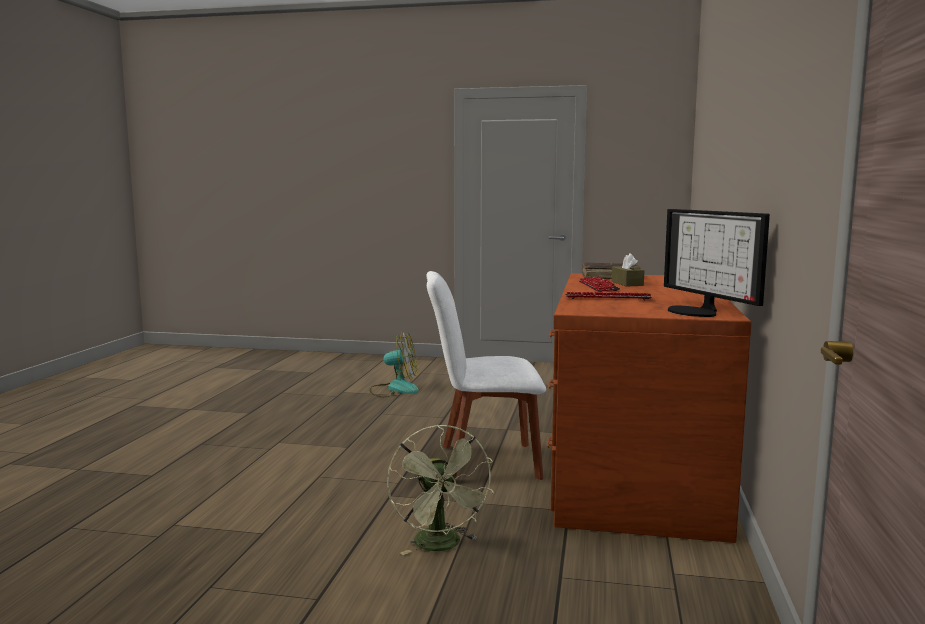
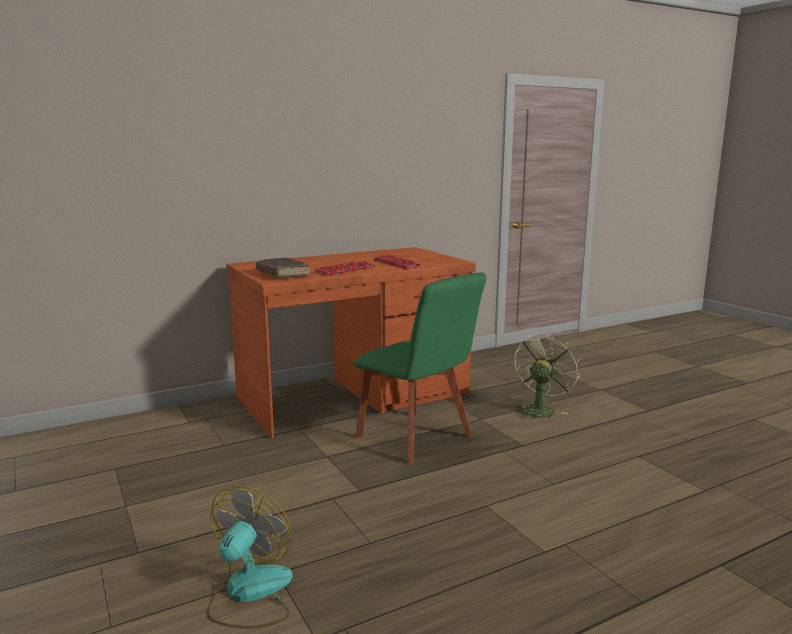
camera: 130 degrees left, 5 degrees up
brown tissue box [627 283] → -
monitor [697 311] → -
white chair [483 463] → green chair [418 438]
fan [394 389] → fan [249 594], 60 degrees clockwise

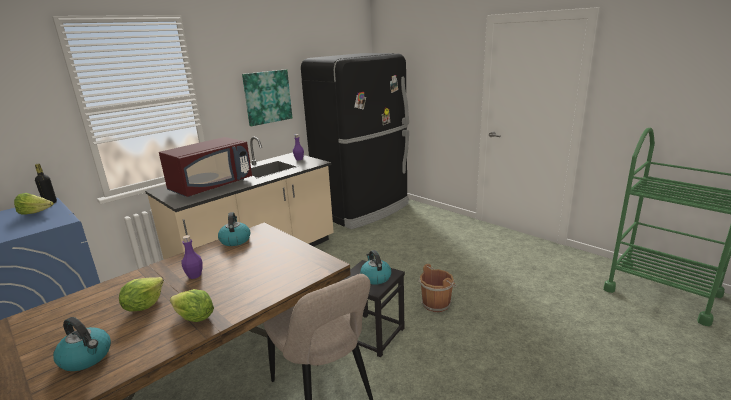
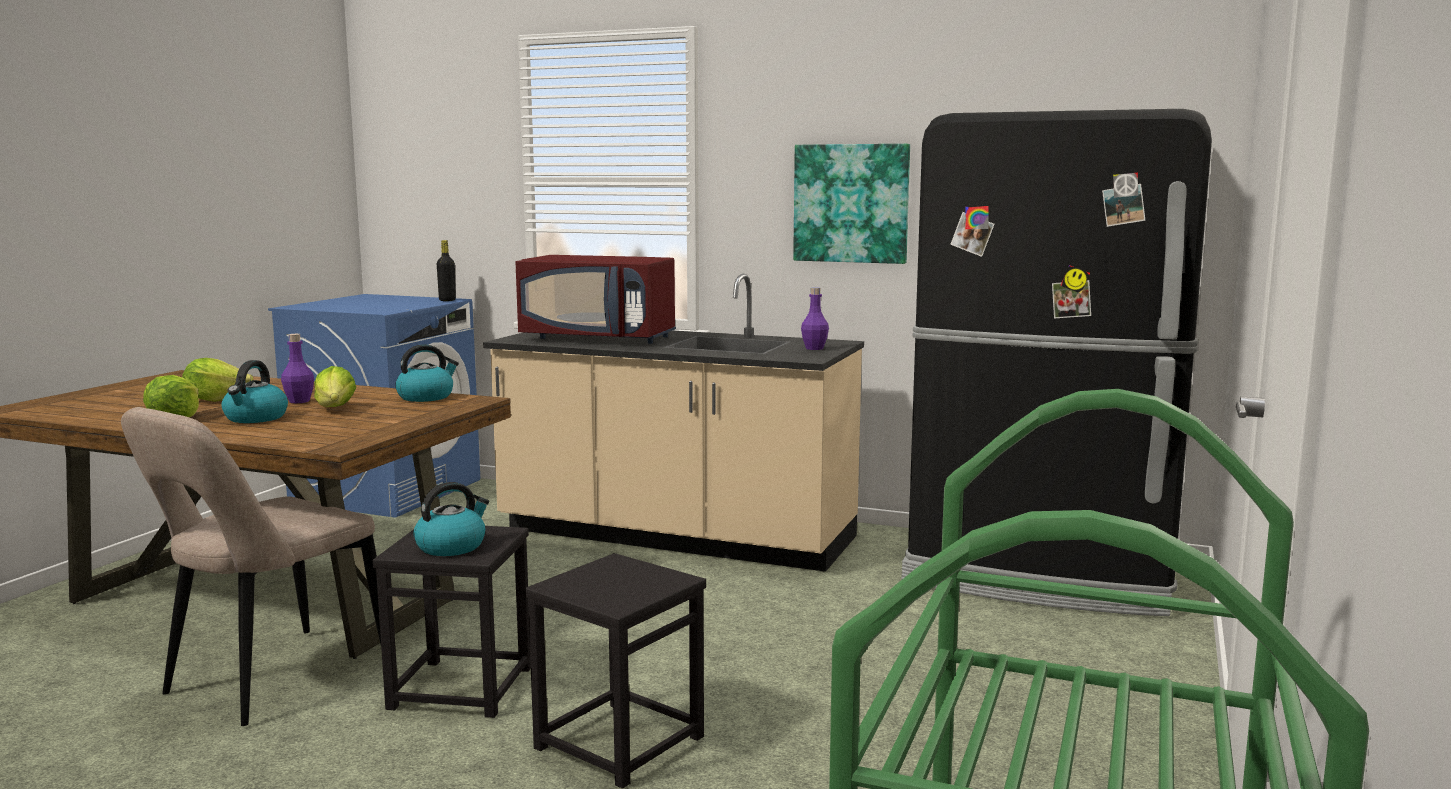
camera: 65 degrees right, 10 degrees down
lettuce [36 213] → lettuce [335 409], shifted
kettle [87 357] → kettle [255 418], shifted
brown bucket [437 303] → black stool [619 742]

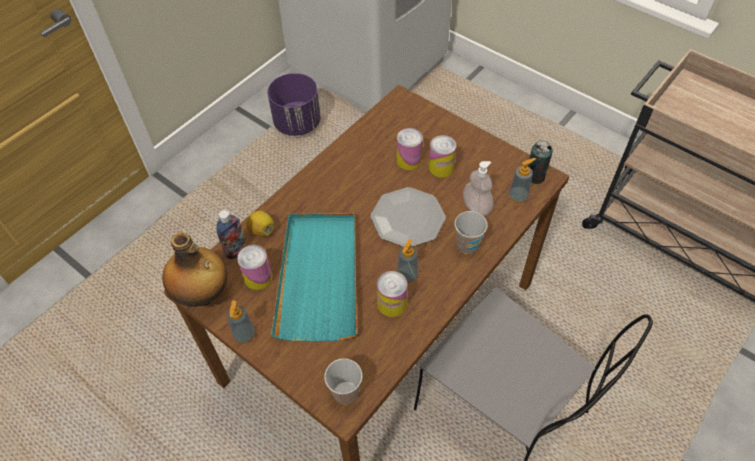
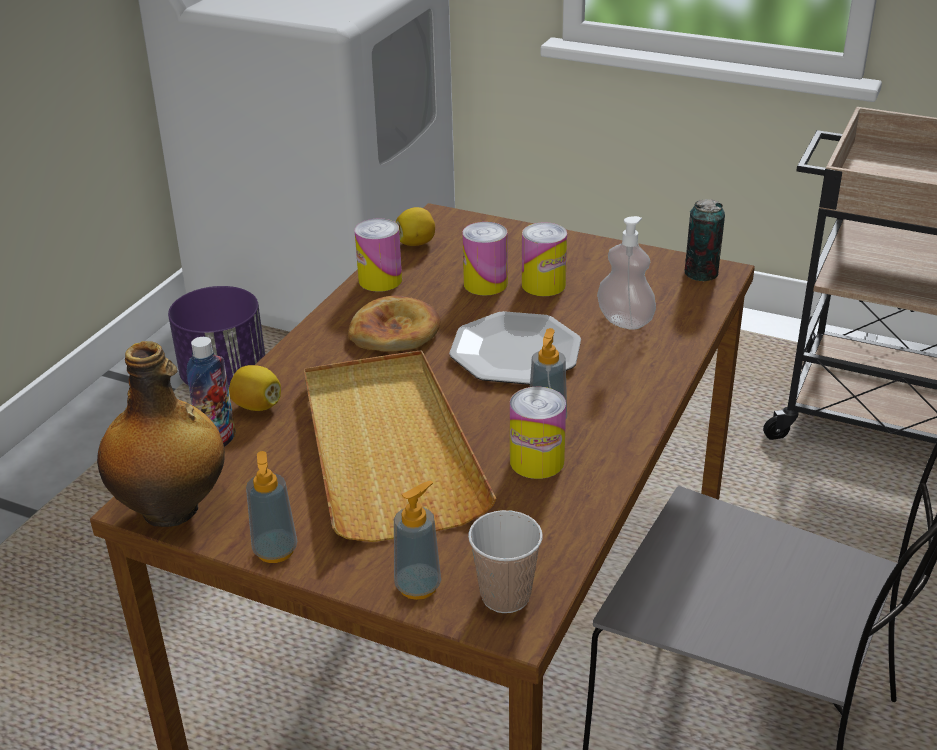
camera: 15 degrees left, 20 degrees down
cup [467 245] → -
- → bread [395 331]
- → lemon [416 243]
can [258 277] → can [380 280], shifted
soap dispenser [518 196] → soap dispenser [418 586], shifted
turquoise tray [319 276] → beige tray [388 448]

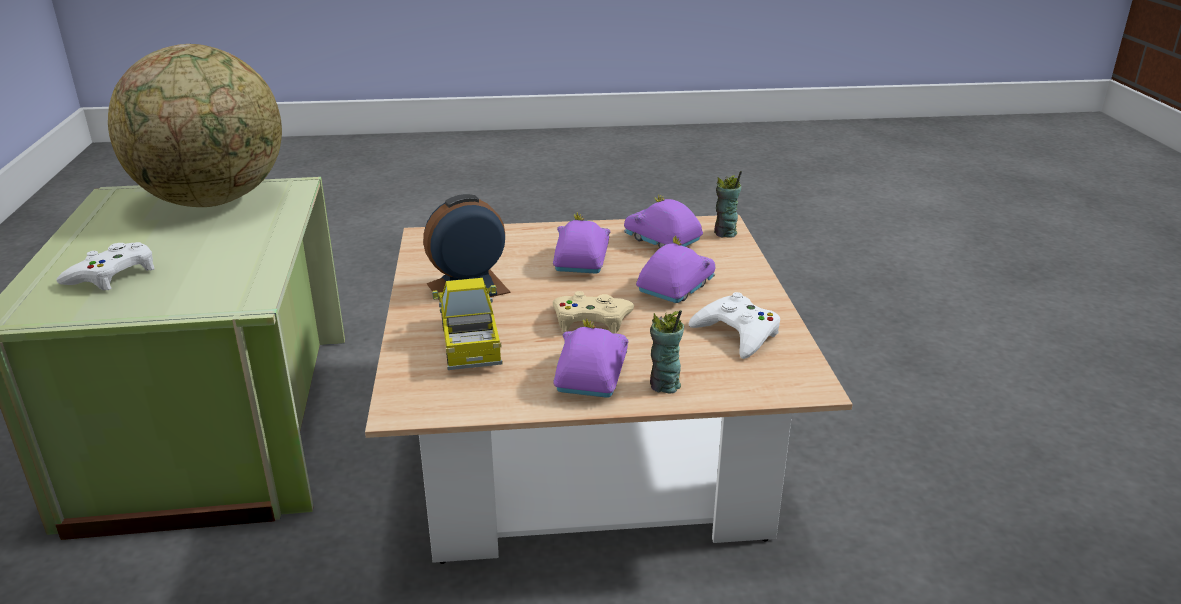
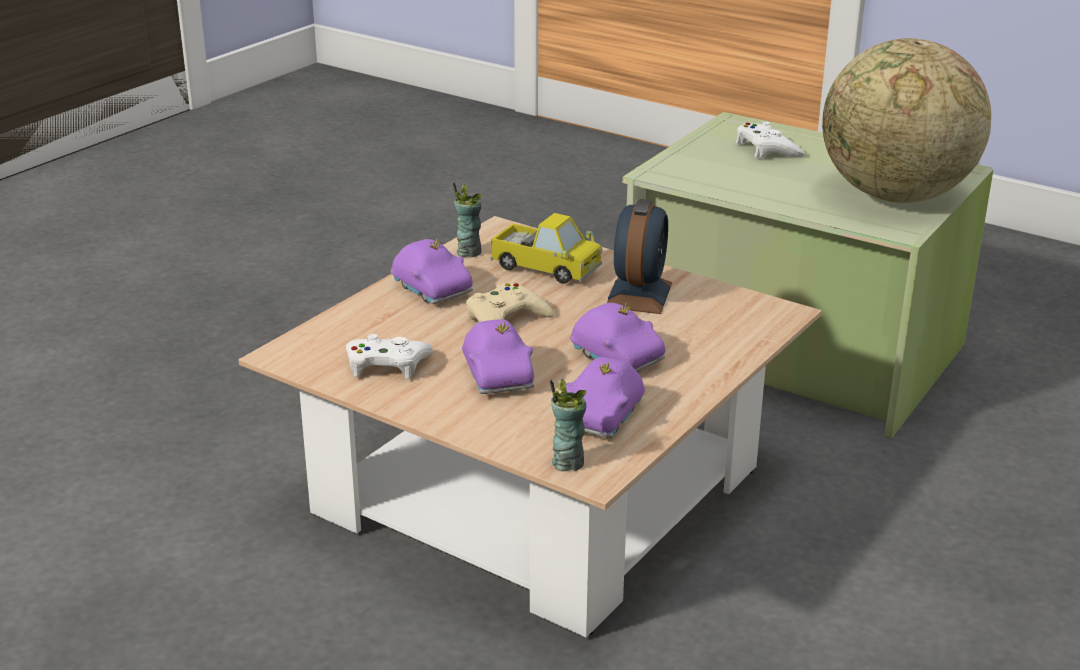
camera: 130 degrees right, 0 degrees up
cup [664 385] → cup [468 252], shifted
purple toy car [661 241] → purple toy car [603 417], 120 degrees clockwise

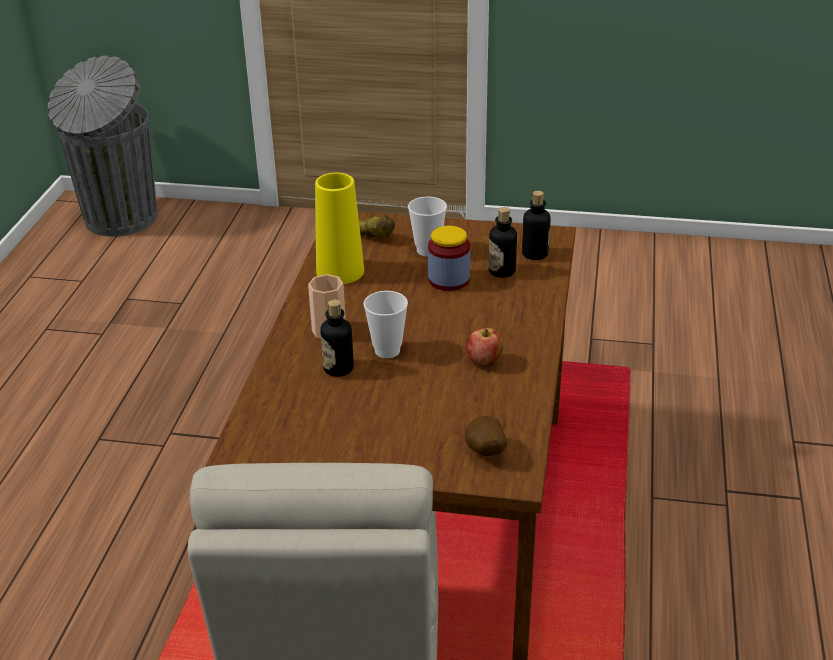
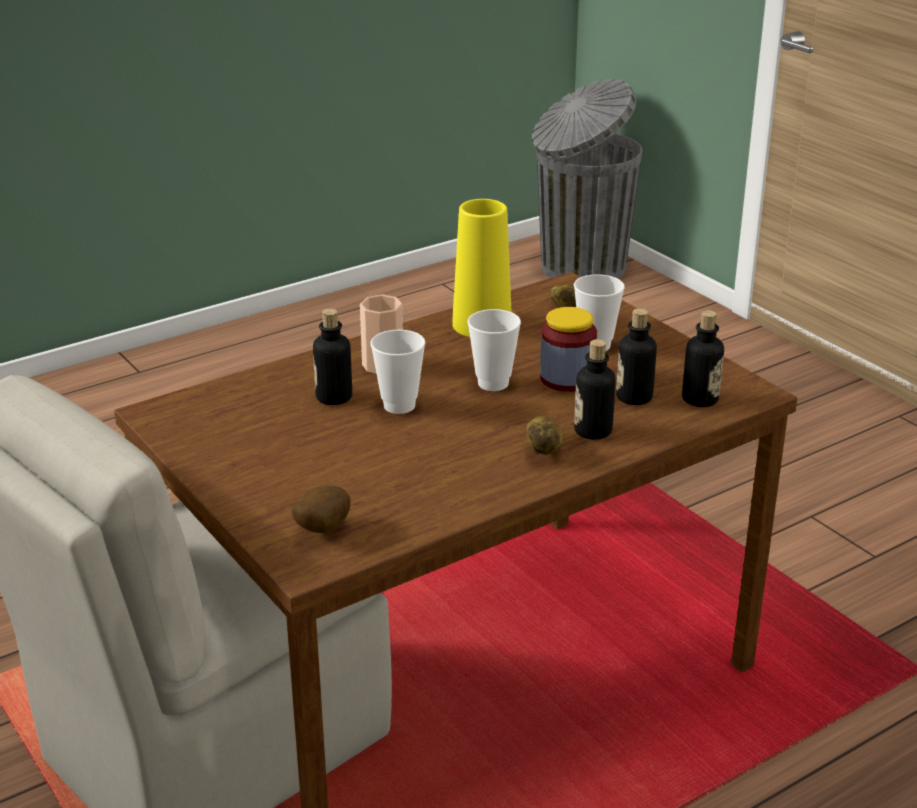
camera: 45 degrees right, 5 degrees down
apple [484 362] → -
- → cup [493 383]
- → potato [544 450]
- → bottle [593 431]

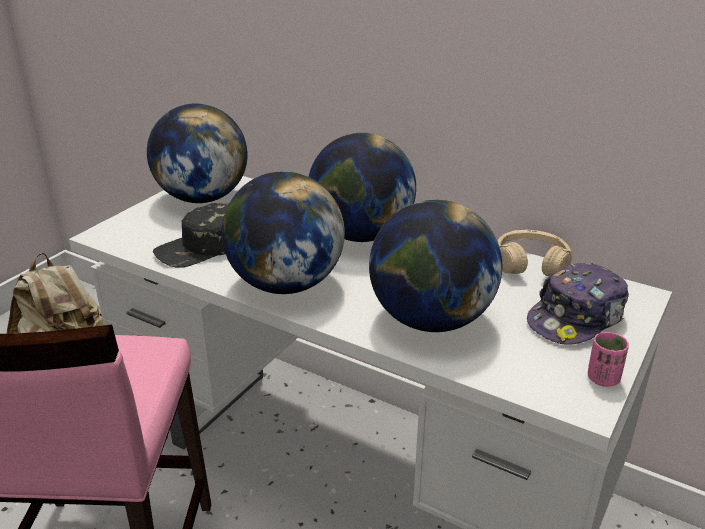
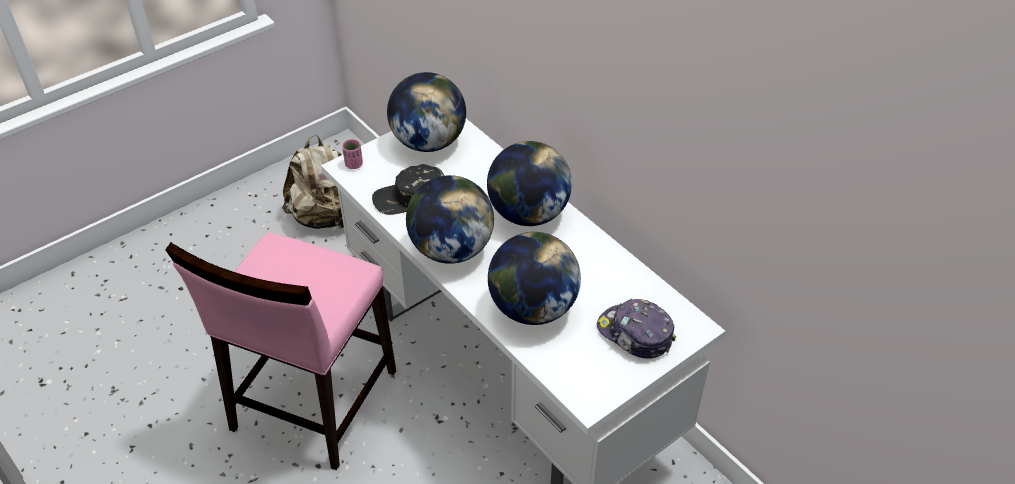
camera: 20 degrees right, 15 degrees up
beige headphones [530 264] → -
pink cup [603 378] → pink cup [354 164], shifted
cap [576 318] → cap [635 334], 60 degrees clockwise

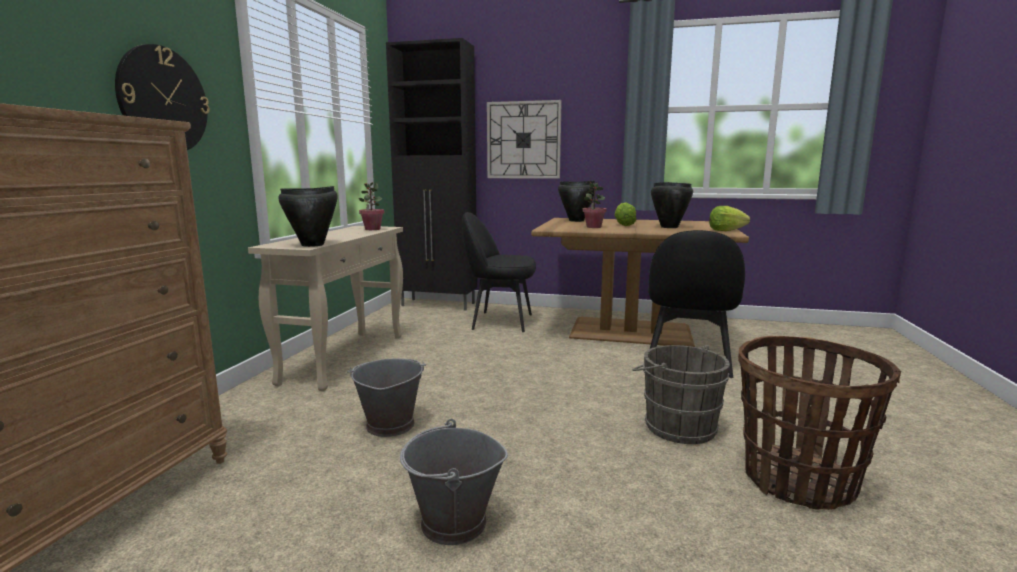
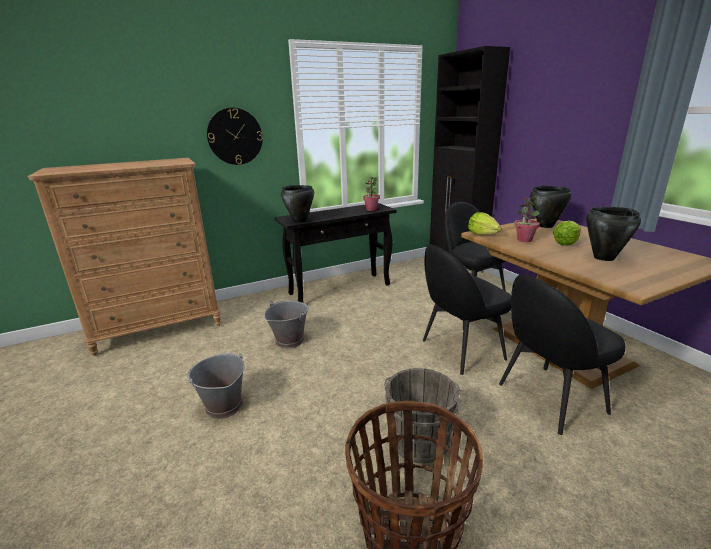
camera: 50 degrees right, 10 degrees up
wall clock [523 140] → -
- → black chair [460 350]
lettuce [726 230] → lettuce [482 234], shifted
beige console table [345 358] → black console table [340 289]

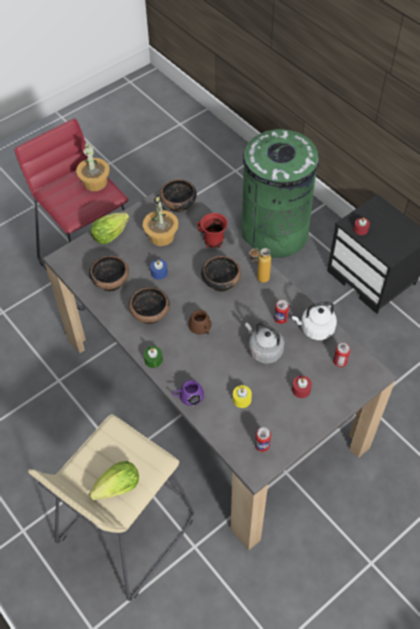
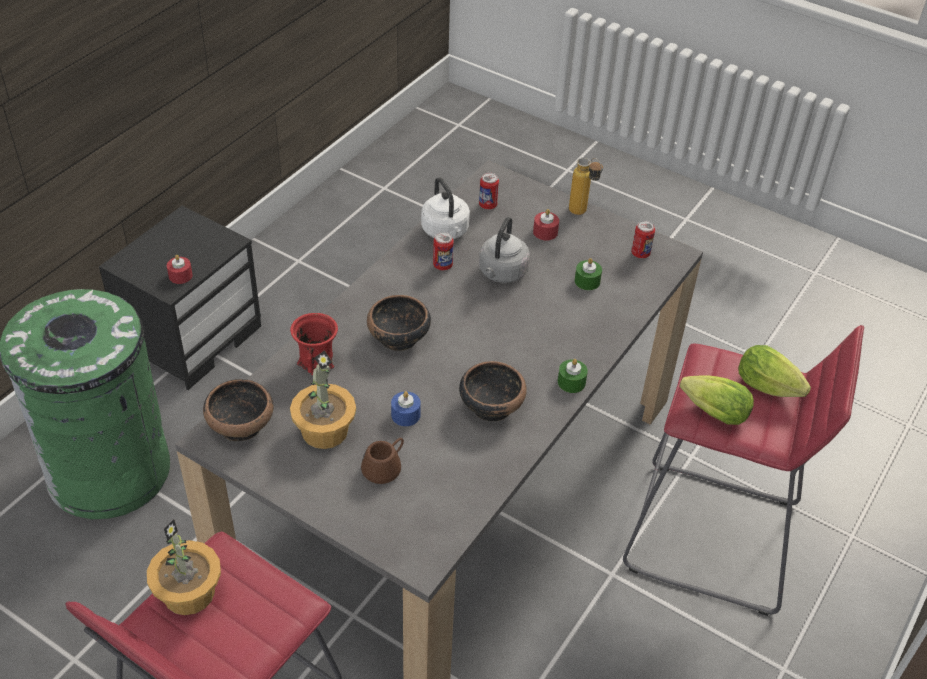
camera: 110 degrees left, 10 degrees down
bowl [111 281] → -
purple mug [188 396] → -
lettuce [112 234] → lettuce [710 411], shifted
brown mug [201 328] → brown mug [385 466], shifted
bottle [258 279] → bottle [582 214], shifted
beige stool [125 530] → red stool [713 538]
yellow candle [242 399] → green candle [587 281]

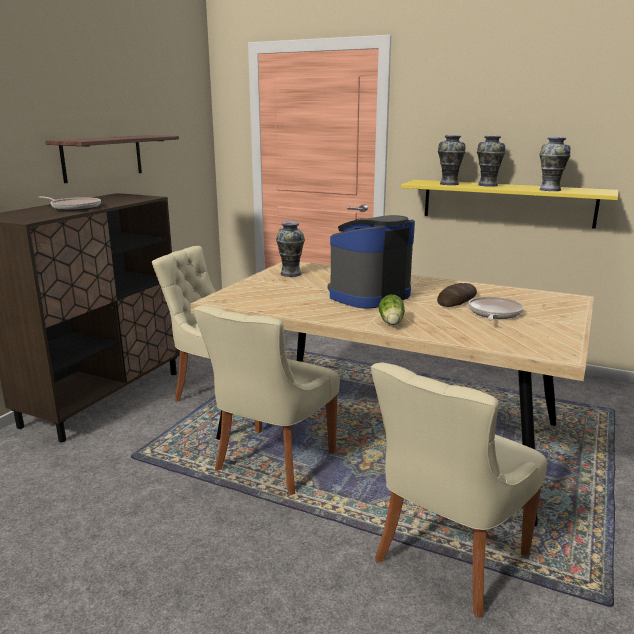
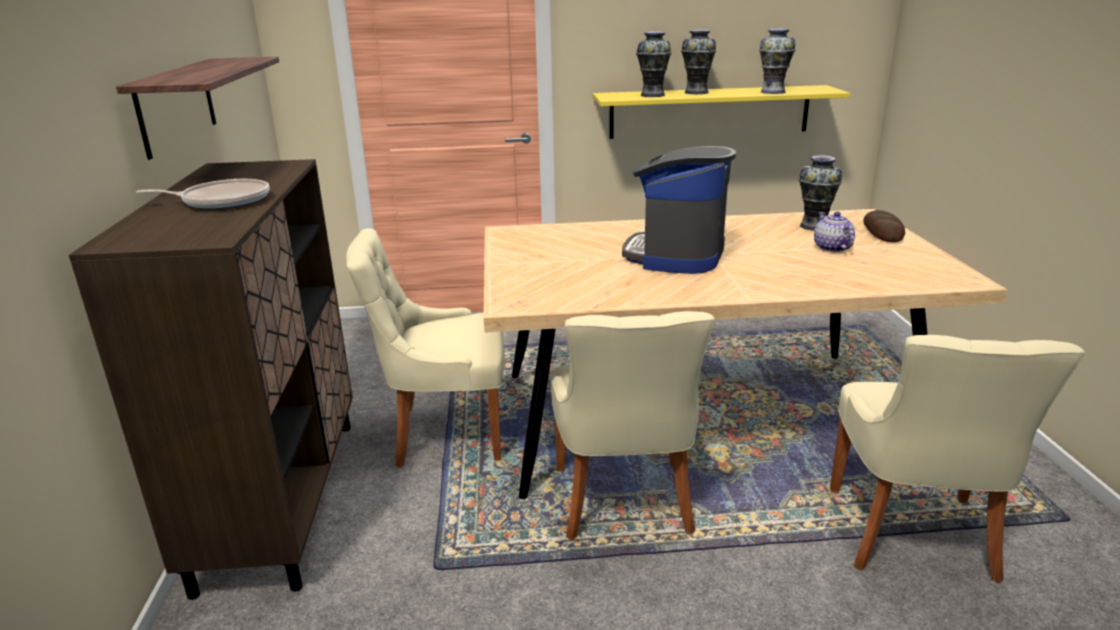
camera: 30 degrees left, 5 degrees up
lettuce [391 323] → -
vase [290 274] → vase [814 226], shifted
bread [457 299] → bread [882 231], shifted
frying pan [494 313] → teapot [832 248]

